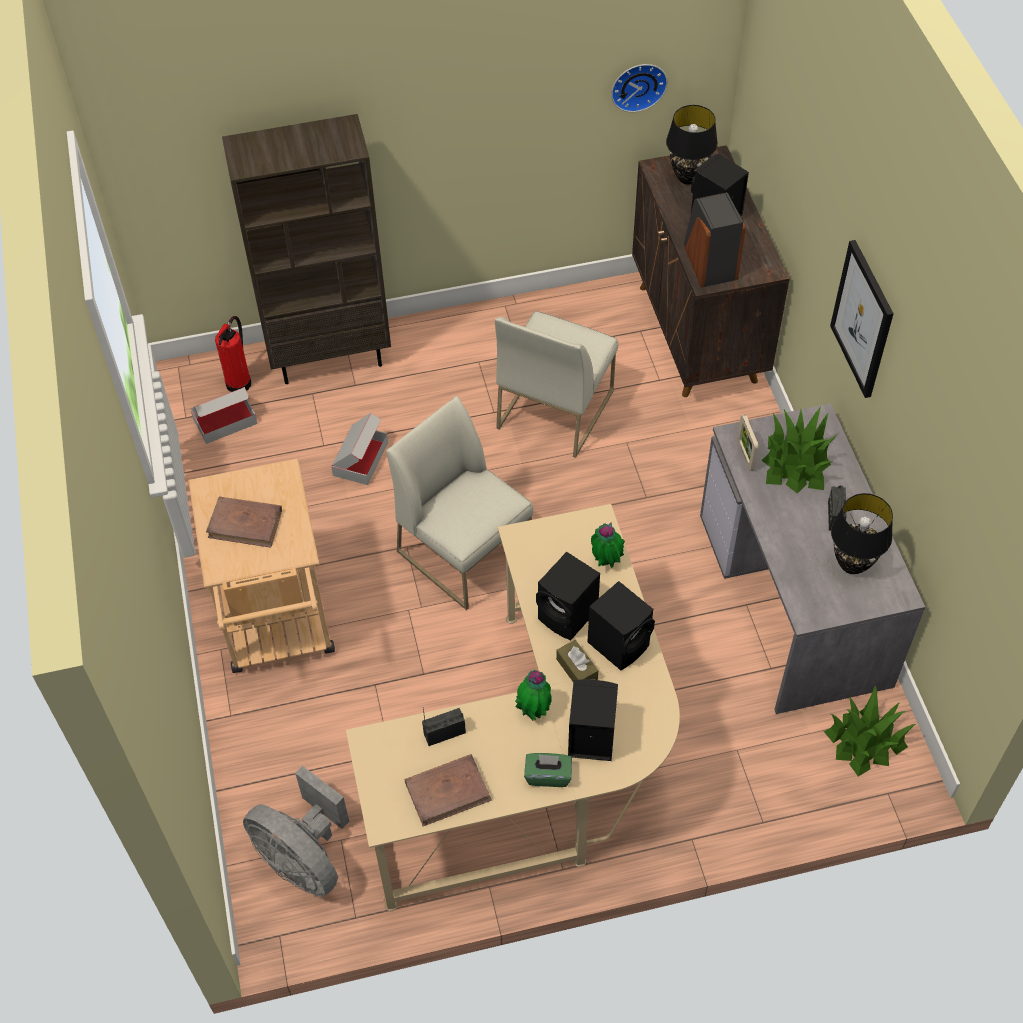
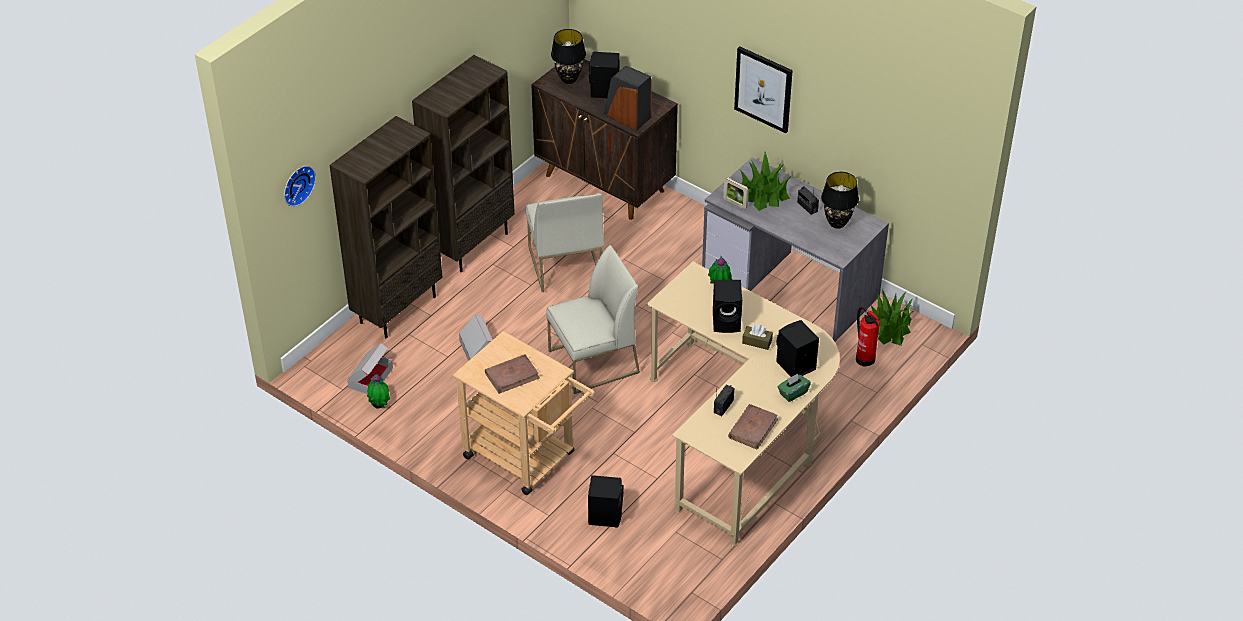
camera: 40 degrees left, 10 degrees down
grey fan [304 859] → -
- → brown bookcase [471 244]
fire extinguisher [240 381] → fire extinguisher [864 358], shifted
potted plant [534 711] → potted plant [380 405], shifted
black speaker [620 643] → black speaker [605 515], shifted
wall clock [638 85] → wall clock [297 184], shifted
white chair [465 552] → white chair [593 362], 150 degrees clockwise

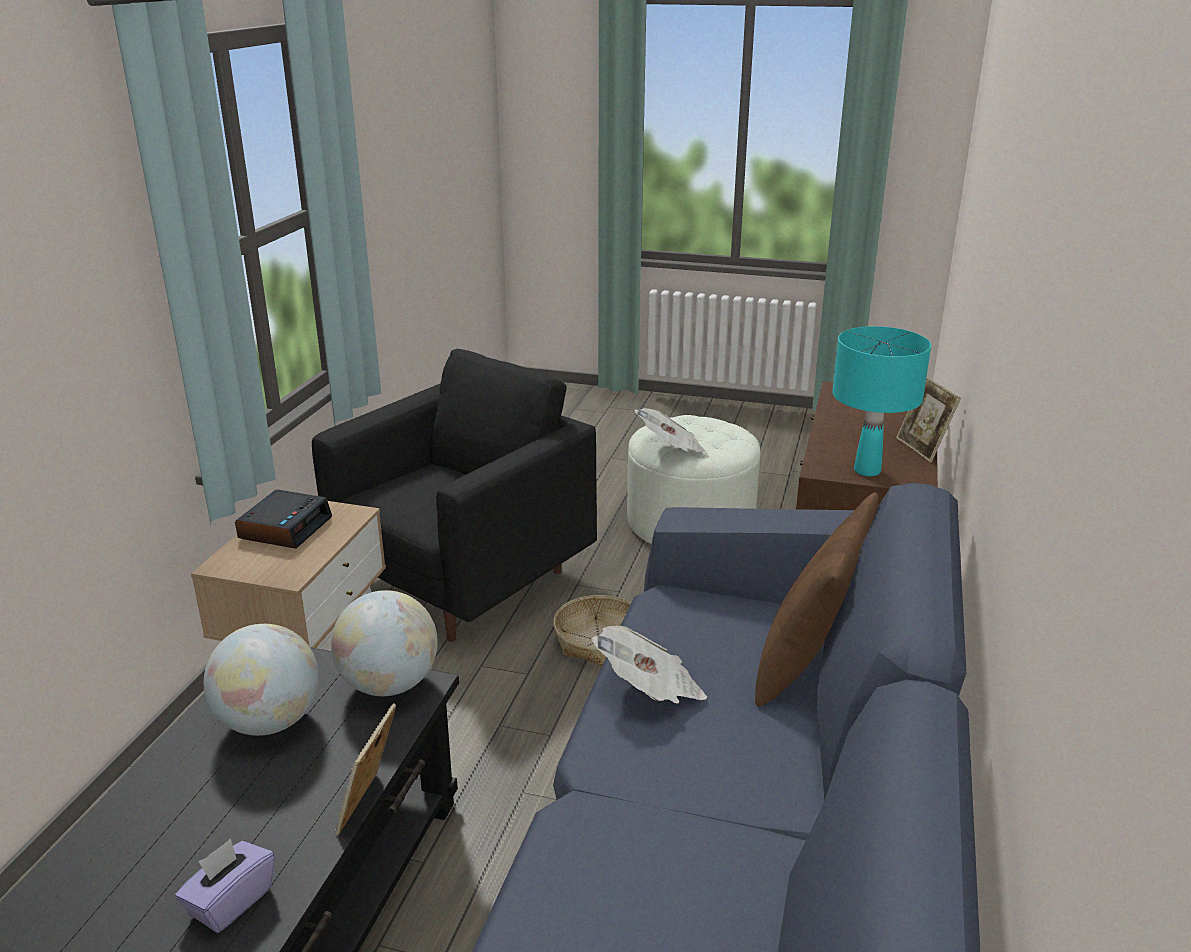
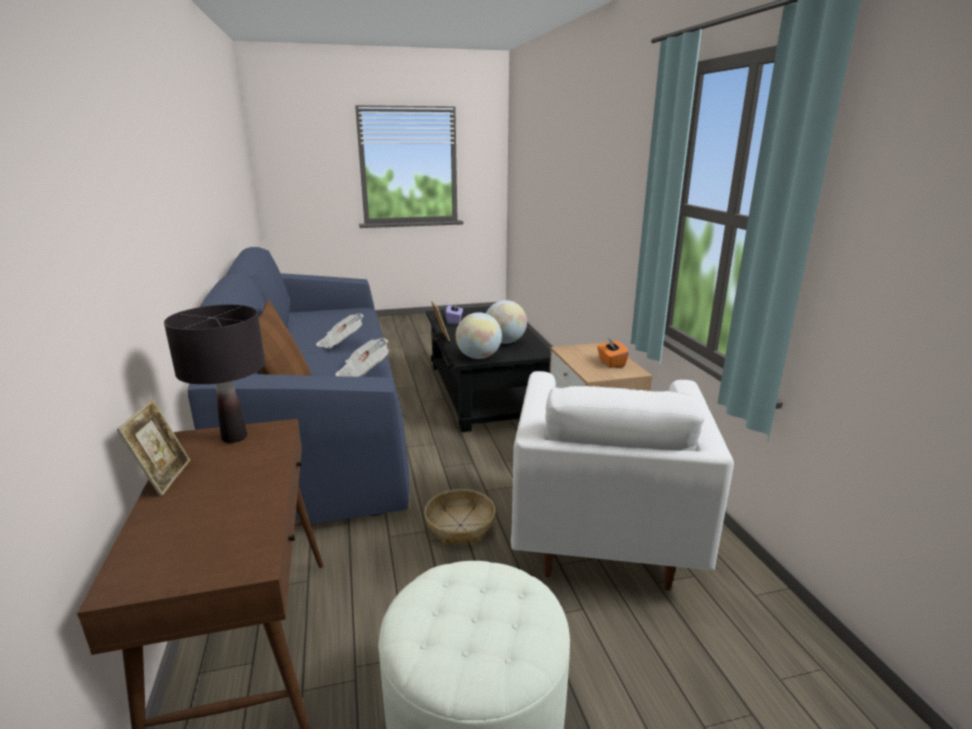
camera: 150 degrees right, 5 degrees down
newspaper [671 449] → newspaper [341 343], shifted
alarm clock [285 528] → orange tissue box [611 362]
black armchair [463 582] → white armchair [603 535]
turquoise table lamp [867 471] → black table lamp [234 437]
picture frame [922 449] → picture frame [164 478], 45 degrees clockwise

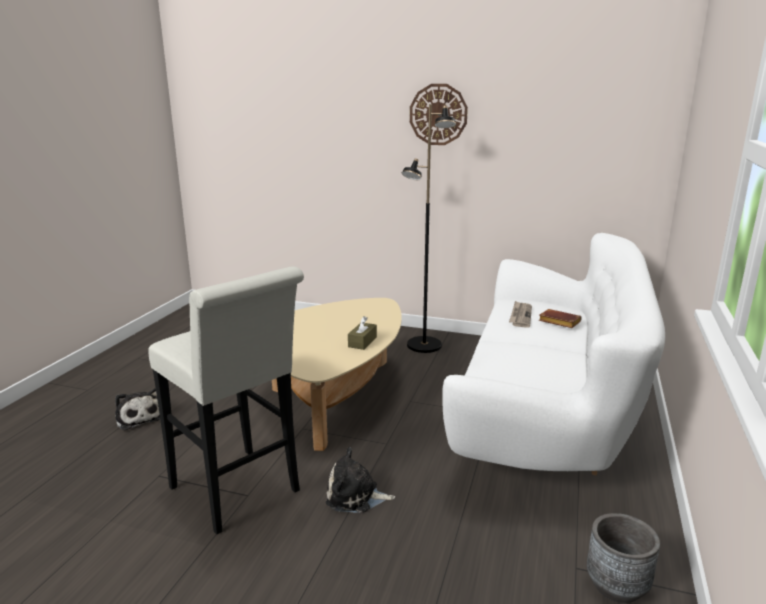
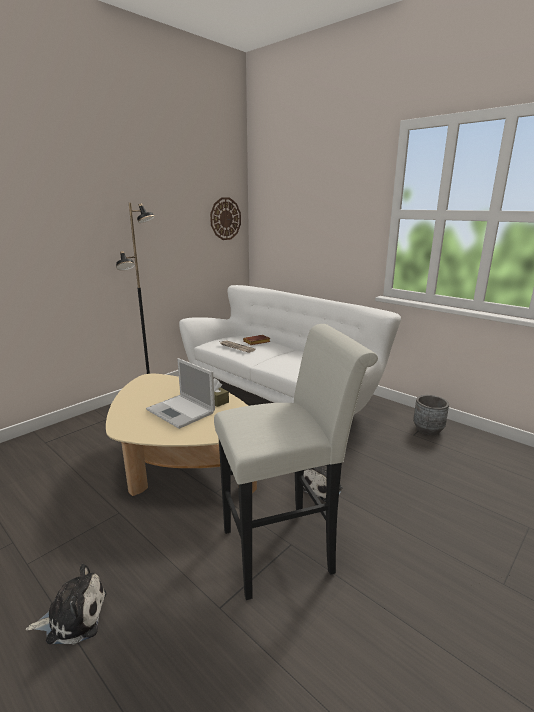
camera: 65 degrees left, 0 degrees up
- → laptop [181 411]
wall clock [438 114] → wall clock [225 219], shifted

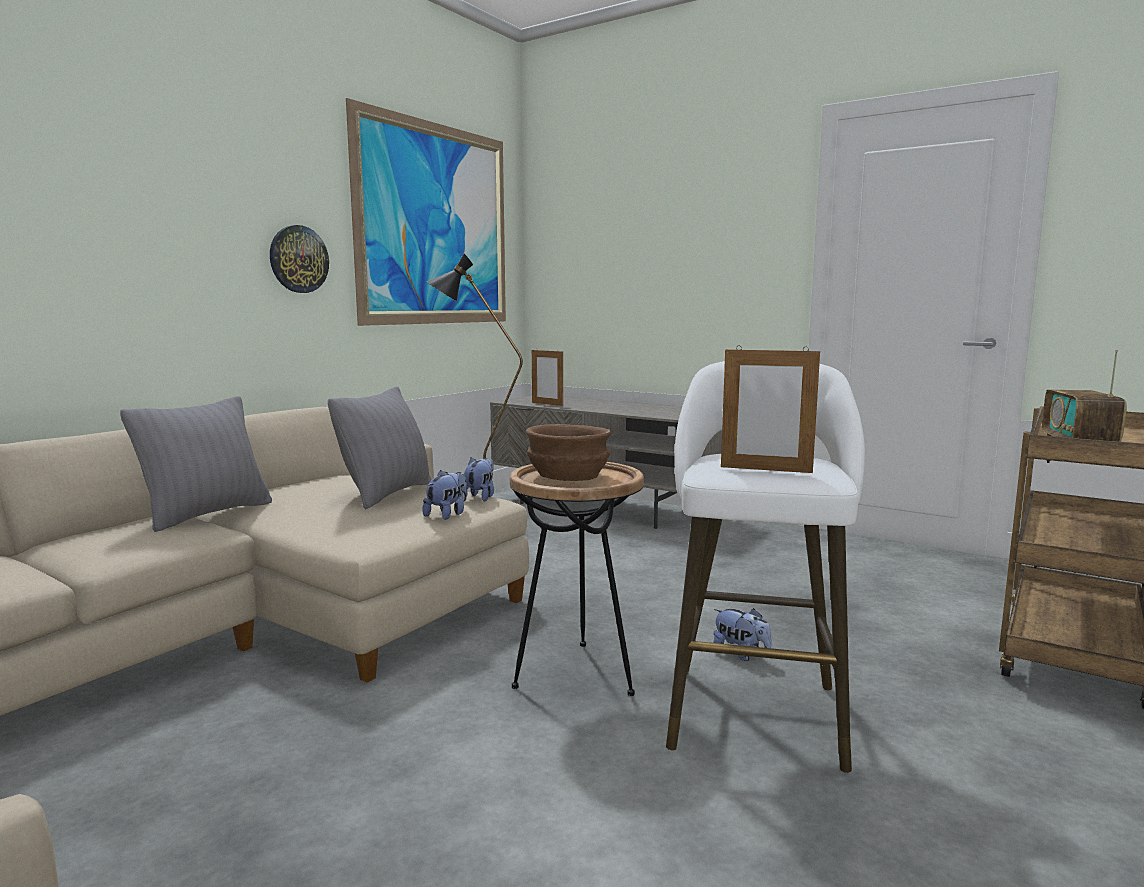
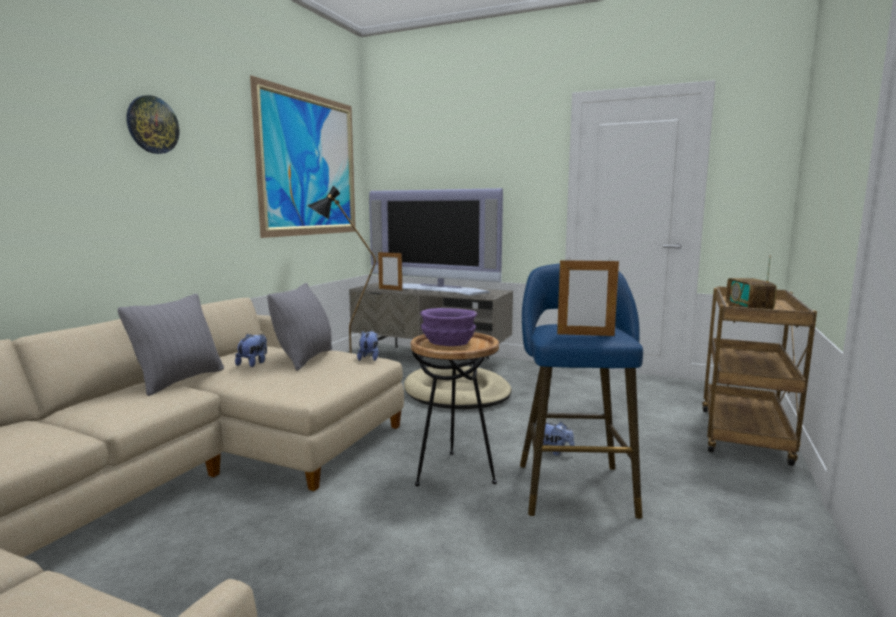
camera: 10 degrees left, 0 degrees up
- → television [437 289]
- → beige dog bed [457 393]
wall clock [298 259] → wall clock [152 125], shifted
plush toy [447 514] → plush toy [253 363], shifted
brown bowl [567 476] → purple bowl [447 343]
white stool [754 709] → blue stool [573 485]

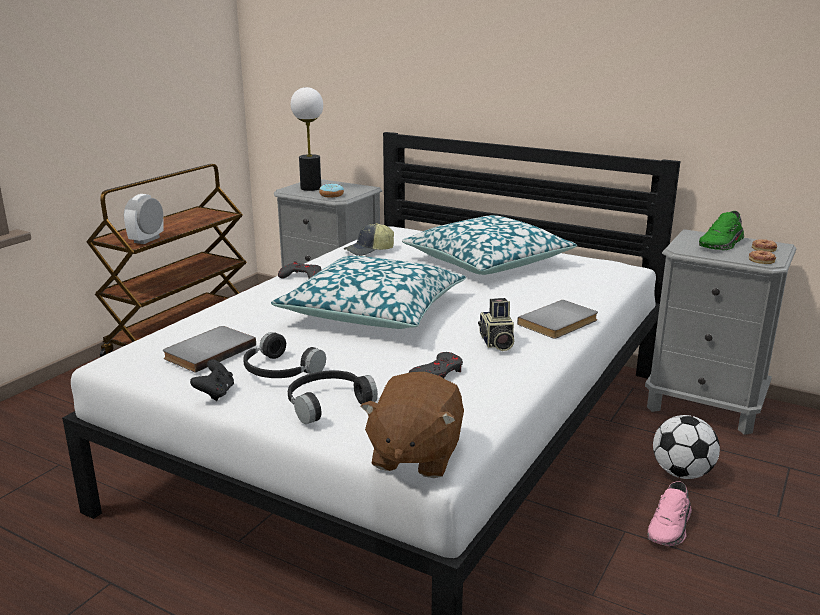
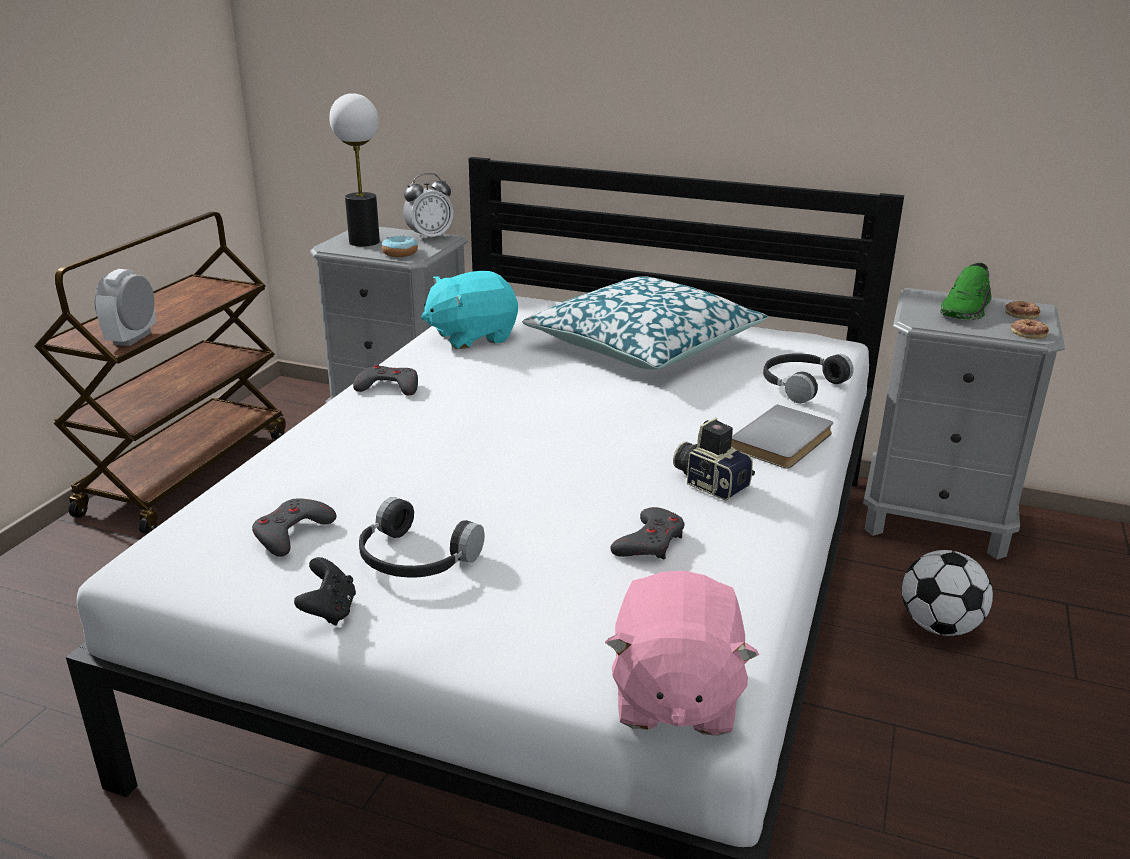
camera: 10 degrees left, 5 degrees up
pillow [373 311] → -
pink shoe [671 527] → -
- → alarm clock [429 237]
black headphones [327 403] → black headphones [799 385], shifted
grey book [208 351] → grey game controller [292 533]
cap [369 251] → turquoise plush toy [471 337]
brown plush toy [414 455] → pink plush toy [674 696]
photo camera [496 343] → photo camera [711 482], 150 degrees clockwise

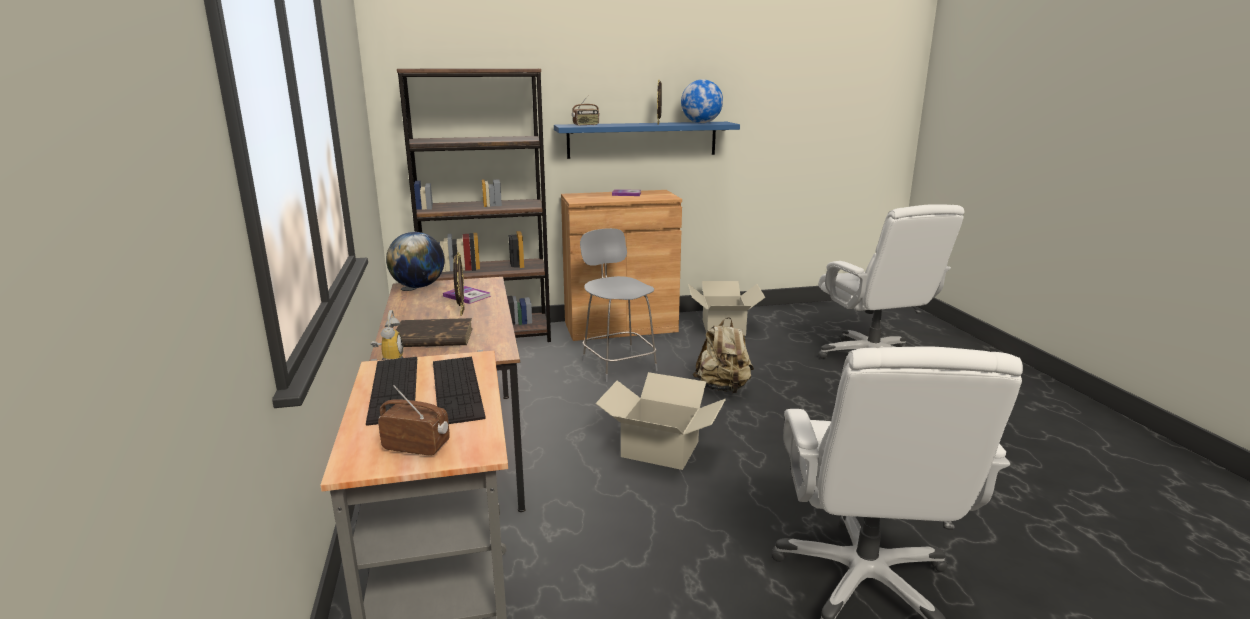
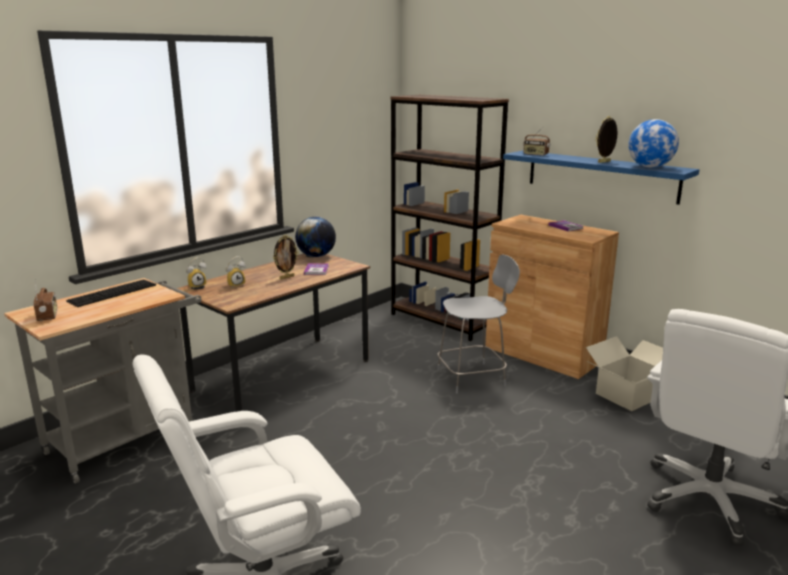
camera: 55 degrees right, 0 degrees up
keyboard [457 388] → -
cardboard box [660 448] → -
beige backpack [723 388] → -
brown book [432 338] → alarm clock [236 285]
grey chair [618 364] → grey chair [473 377], 45 degrees clockwise

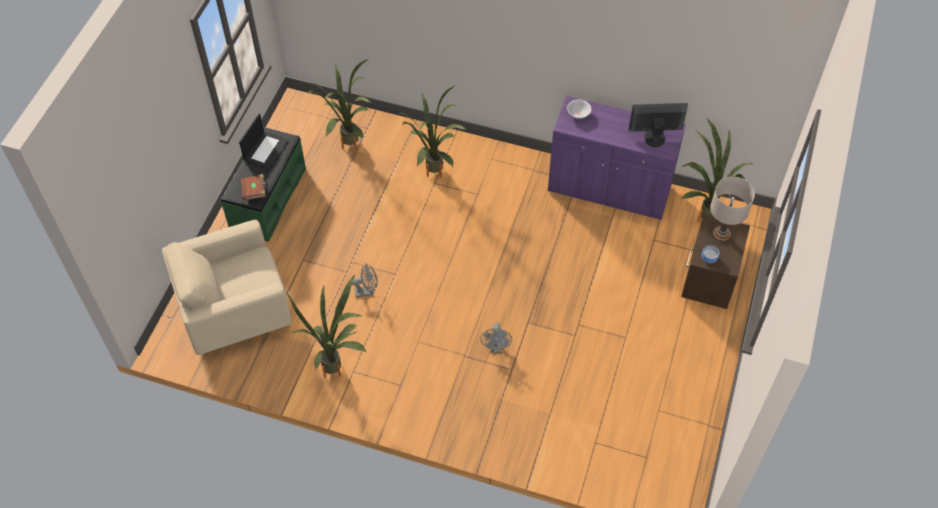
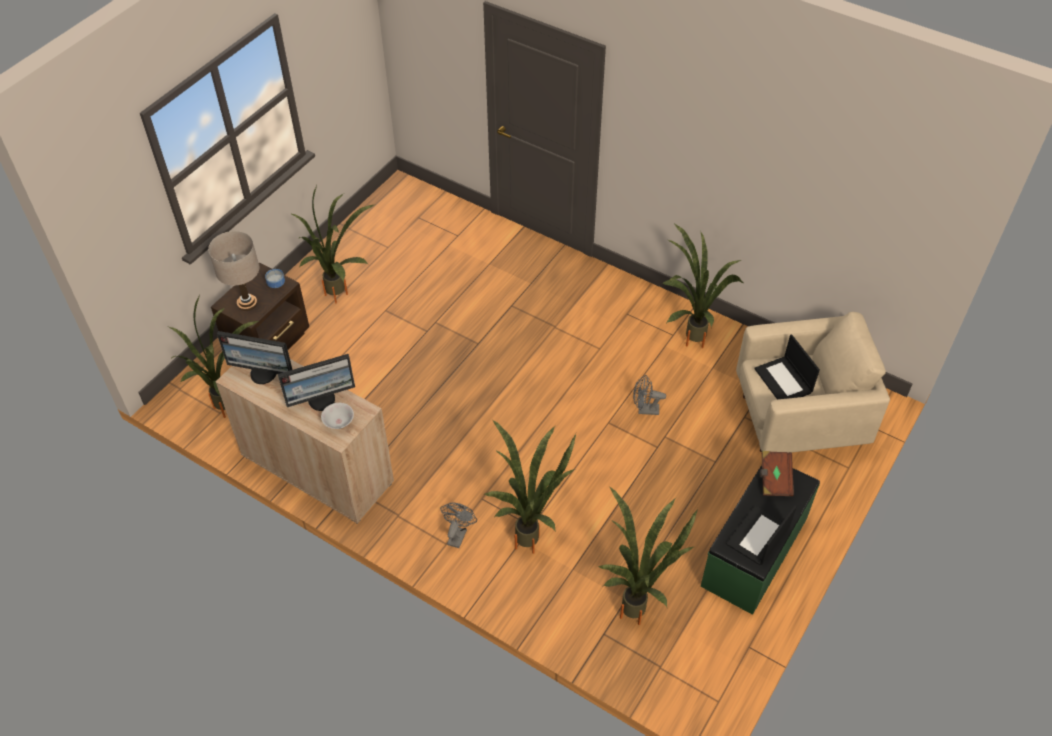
camera: 165 degrees left, 5 degrees down
- → monitor [322 399]
- → potted plant [339 299]
- → laptop [784 381]
grey fan [496 348] → grey fan [458 534], shifted
purple cabinet [609 189] → beige cabinet [317 468]

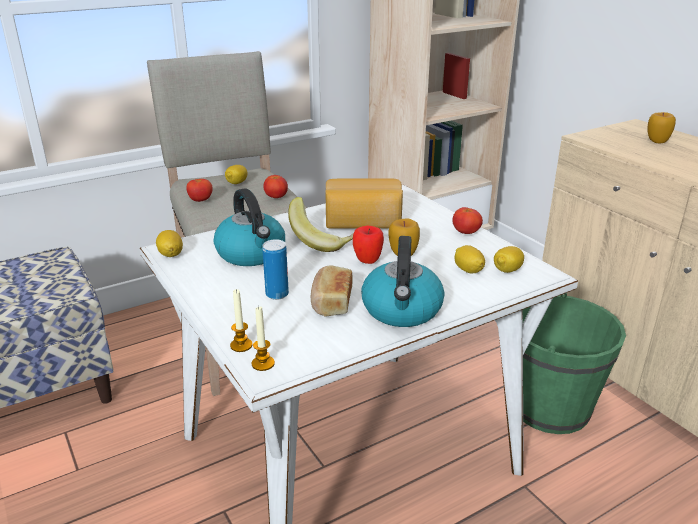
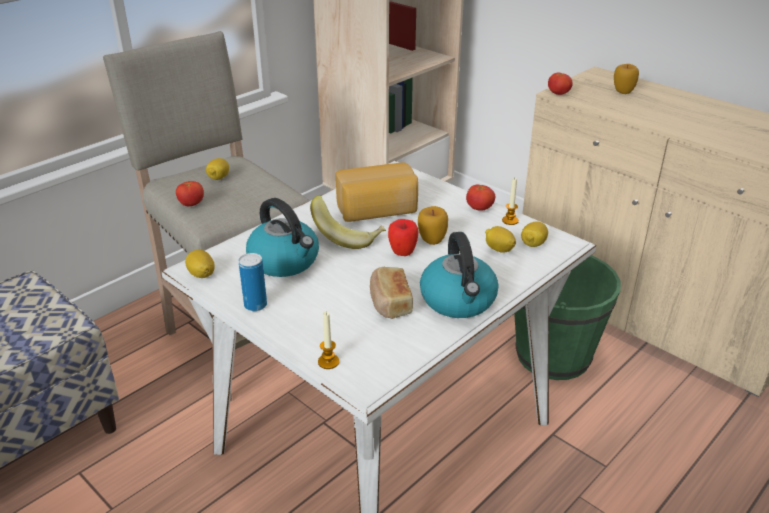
camera: 15 degrees left, 5 degrees up
candle [263 364] → candle [510 220], shifted
can [277 294] → can [255 305], shifted
tomato [276 197] → tomato [558 94], shifted

